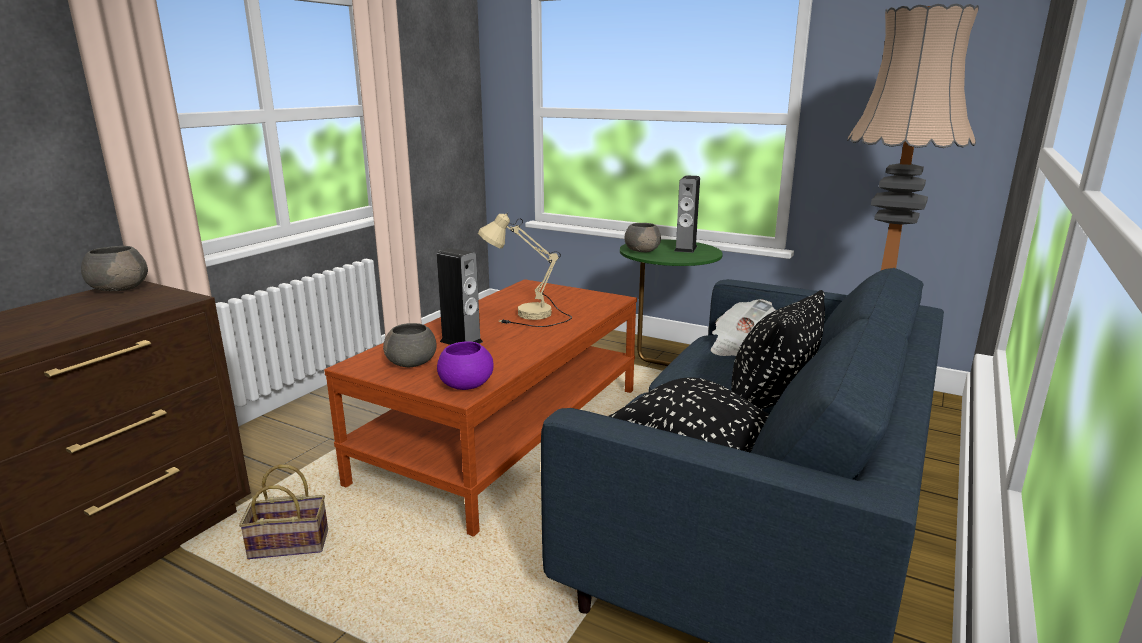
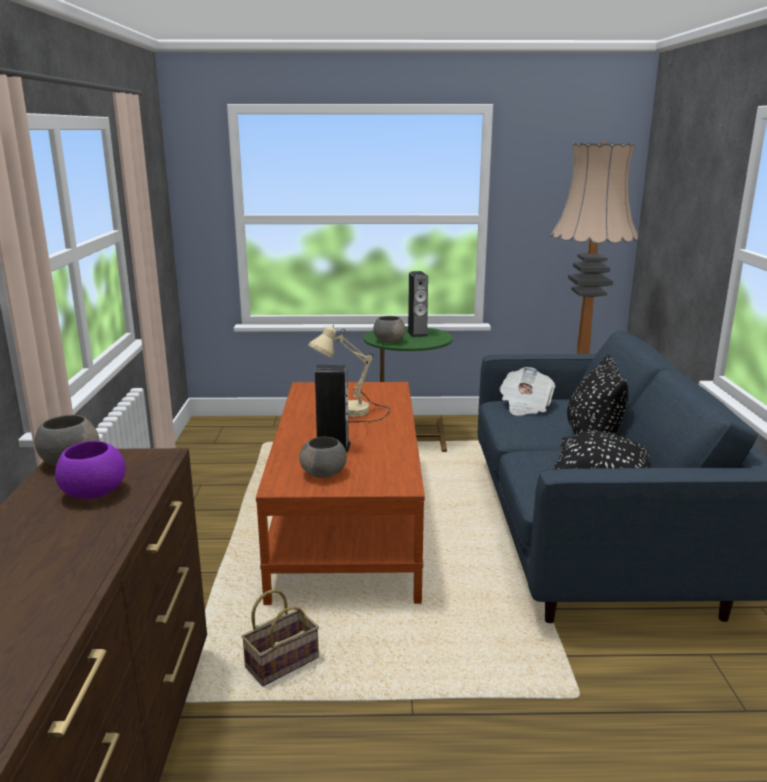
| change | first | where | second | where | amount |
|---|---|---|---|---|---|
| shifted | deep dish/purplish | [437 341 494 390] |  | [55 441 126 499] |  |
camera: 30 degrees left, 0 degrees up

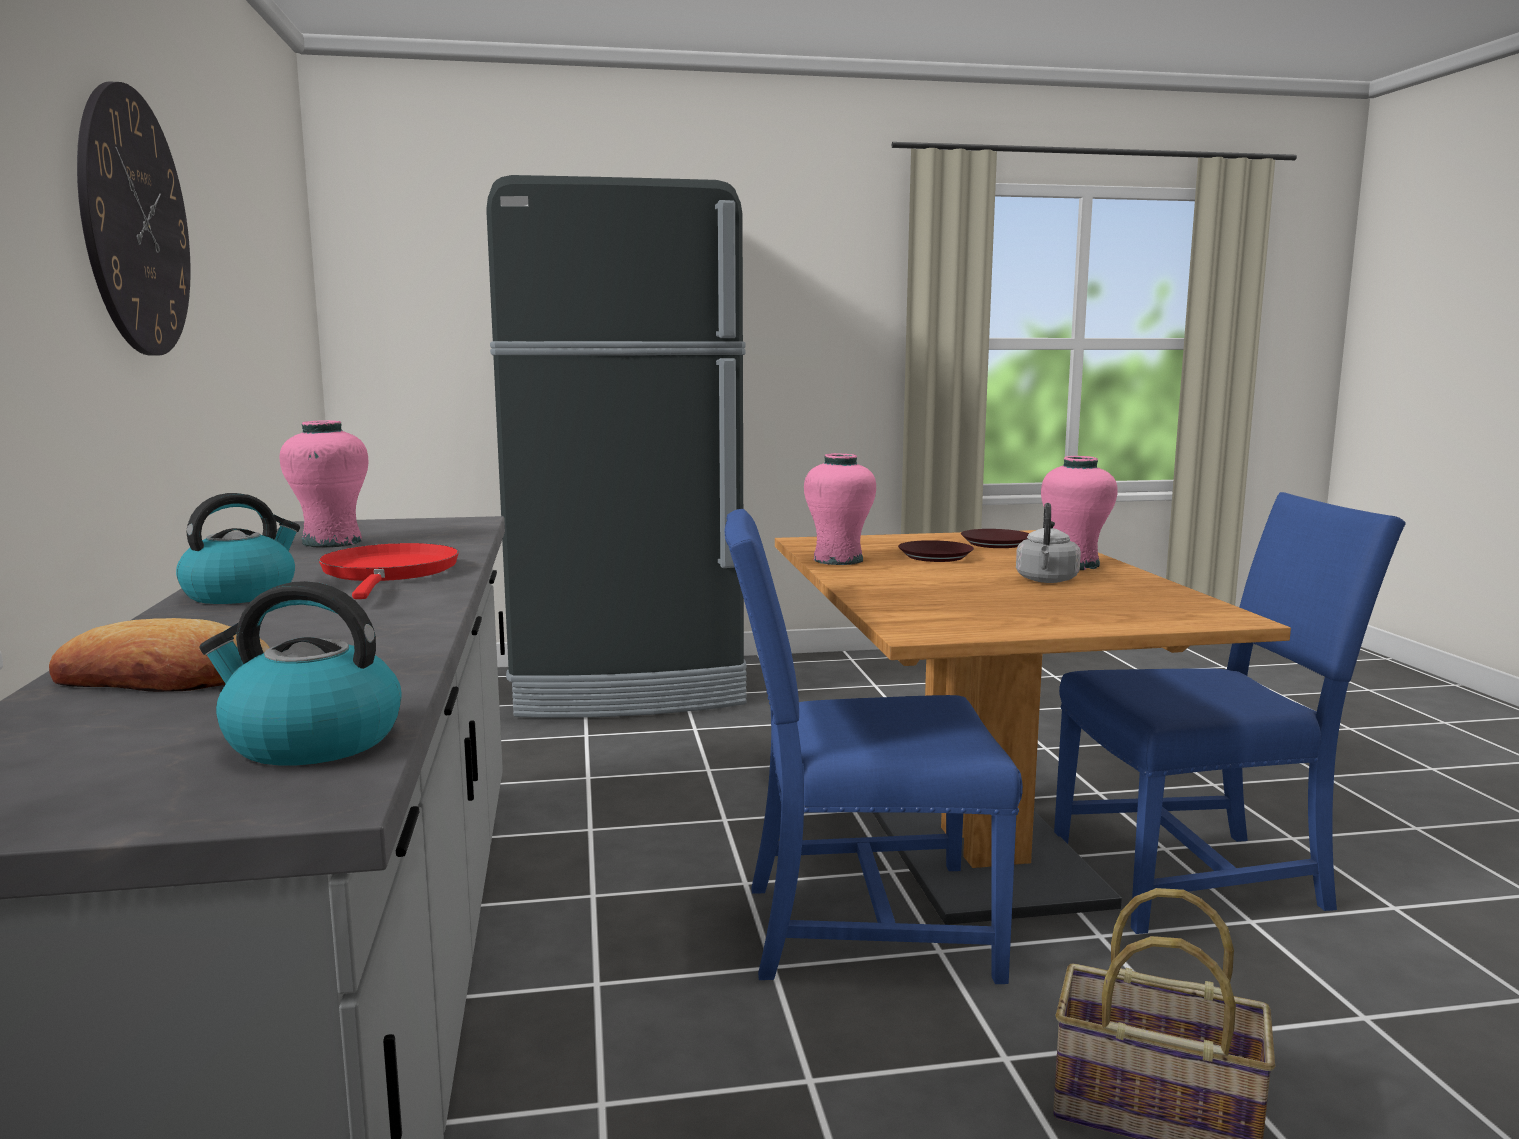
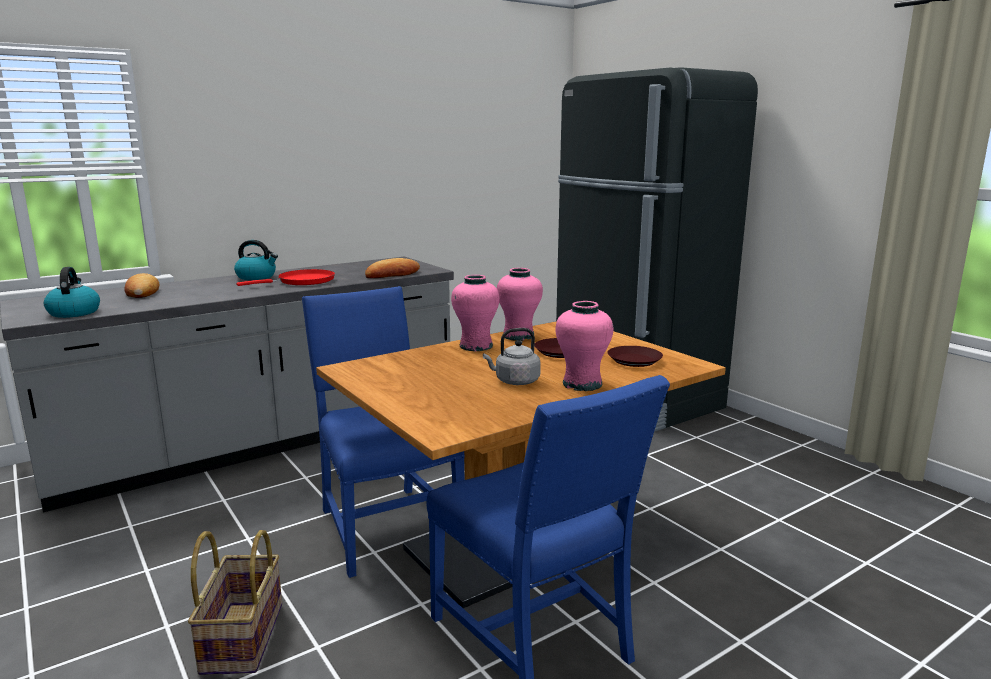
| change | first | where | second | where | amount |
|---|---|---|---|---|---|
| gone | wall clock | [77 81 190 356] |  |  |  |
| new |  |  | bread | [365 258 420 278] |  |
| shifted | vase/pink | [279 420 368 548] |  | [451 275 499 351] |  |
camera: 65 degrees right, 5 degrees up

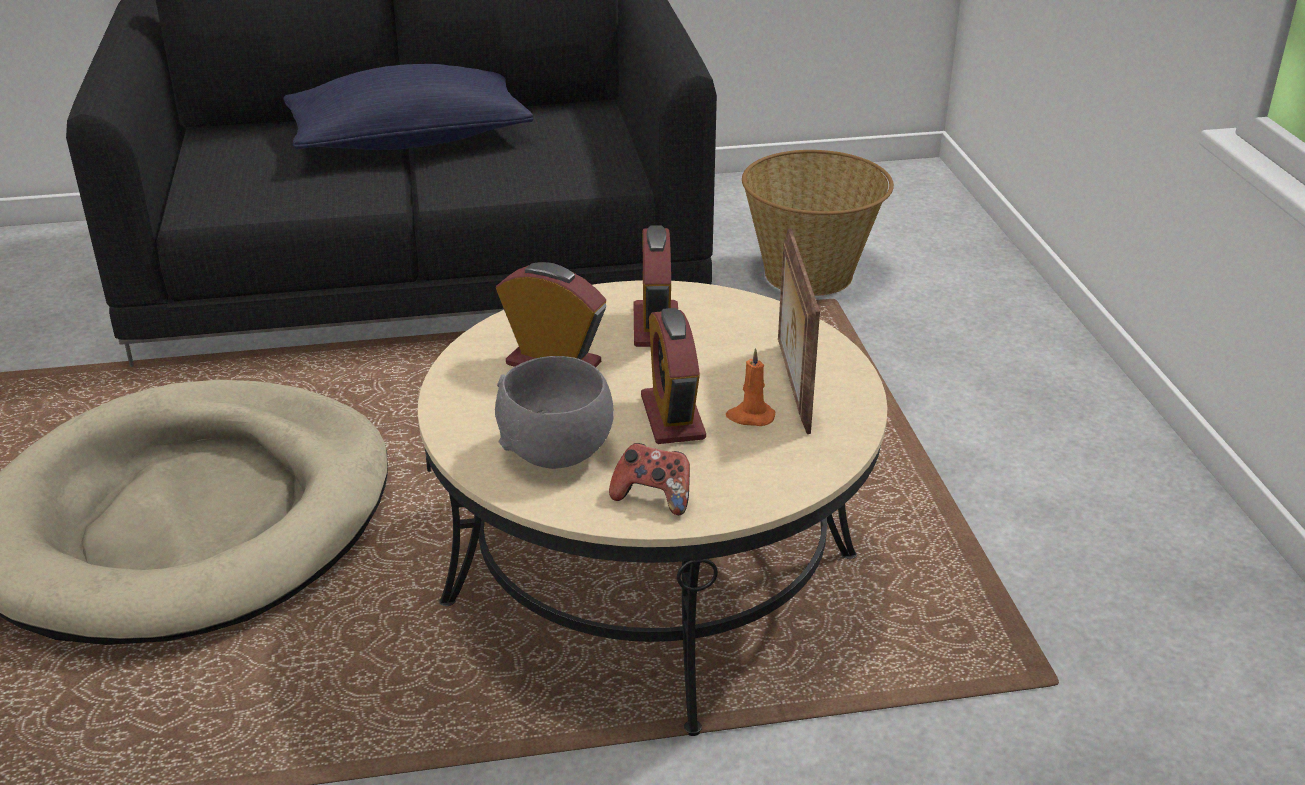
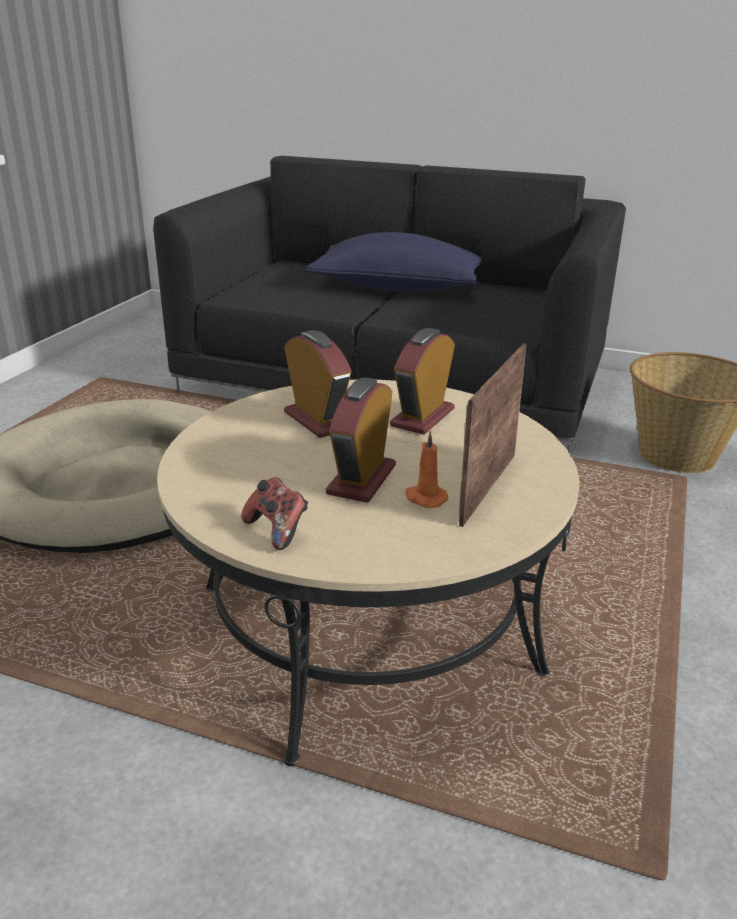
| change | first | where | second | where | amount |
|---|---|---|---|---|---|
| gone | deep dish/grey | [495 356 614 469] |  |  |  |
camera: 30 degrees right, 5 degrees down

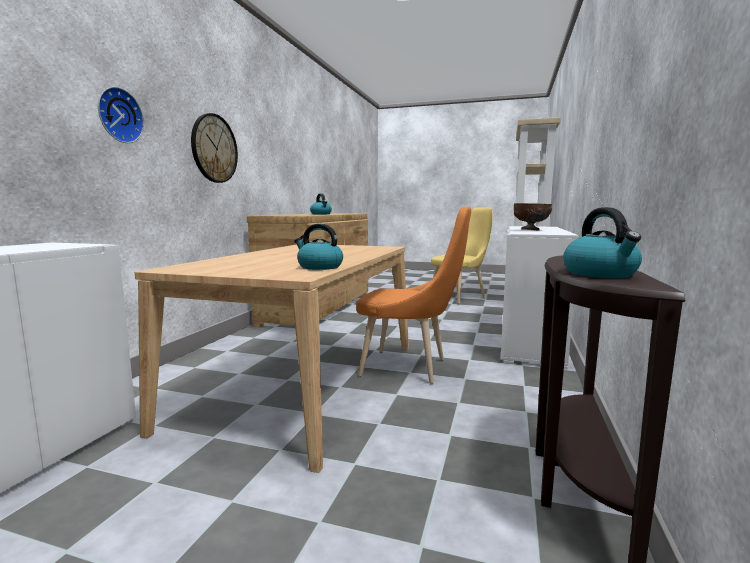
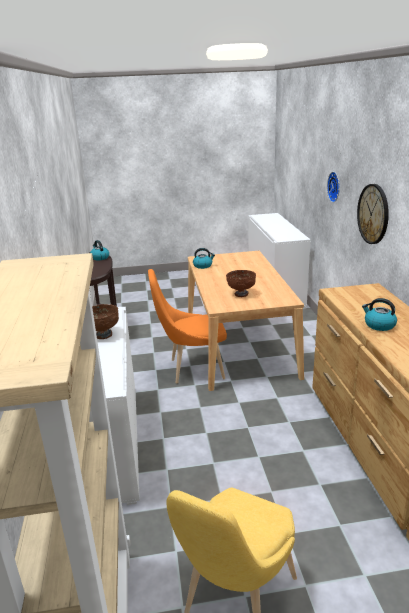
| change | first | where | second | where | amount |
|---|---|---|---|---|---|
| new |  |  | deep dish/brown-coloured | [226 270 256 297] |  |
camera: 155 degrees right, 15 degrees up

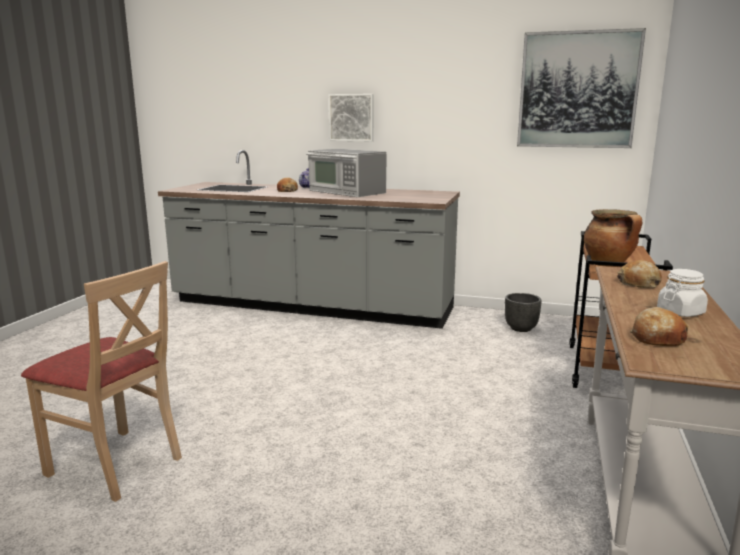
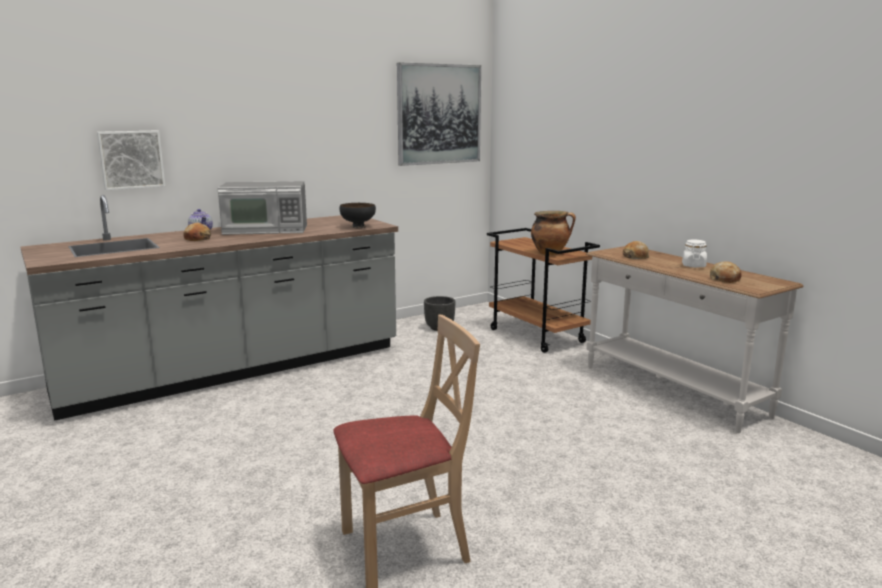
| change | first | where | second | where | amount |
|---|---|---|---|---|---|
| new |  |  | deep dish/black | [340 203 376 228] |  |
| shifted | wall art | [329 94 374 141] |  | [97 130 165 190] |  |
camera: 50 degrees left, 0 degrees up

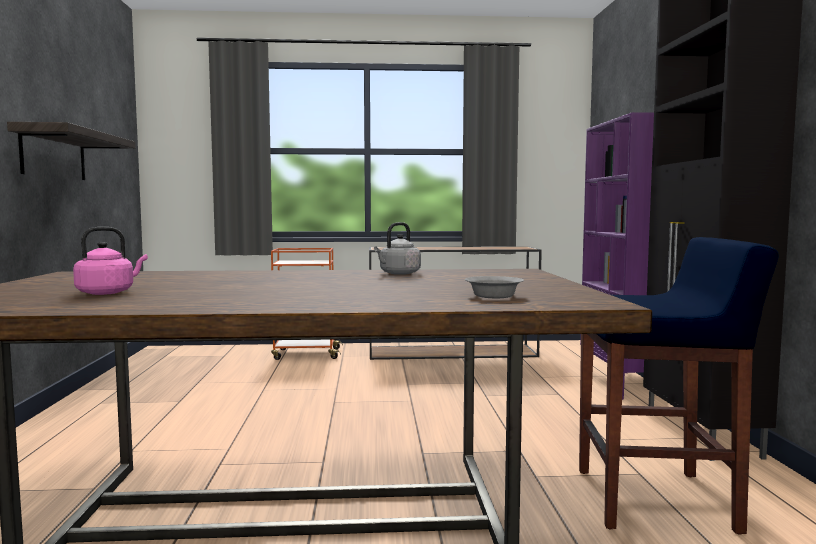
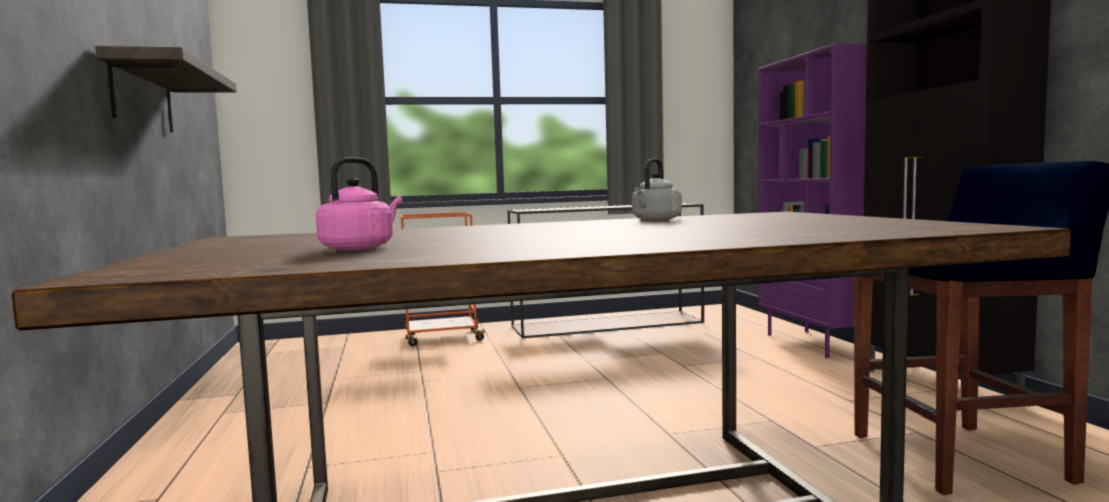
| change | first | where | second | where | amount |
|---|---|---|---|---|---|
| gone | deep dish/grey | [465 276 524 298] |  |  |  |
camera: 10 degrees left, 0 degrees up

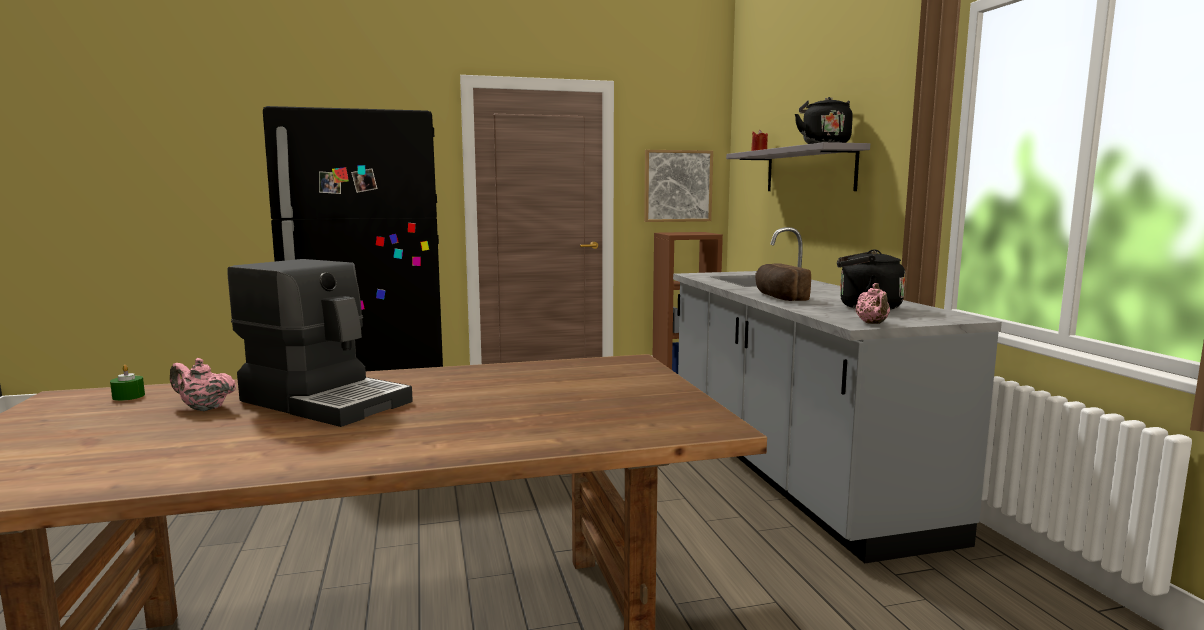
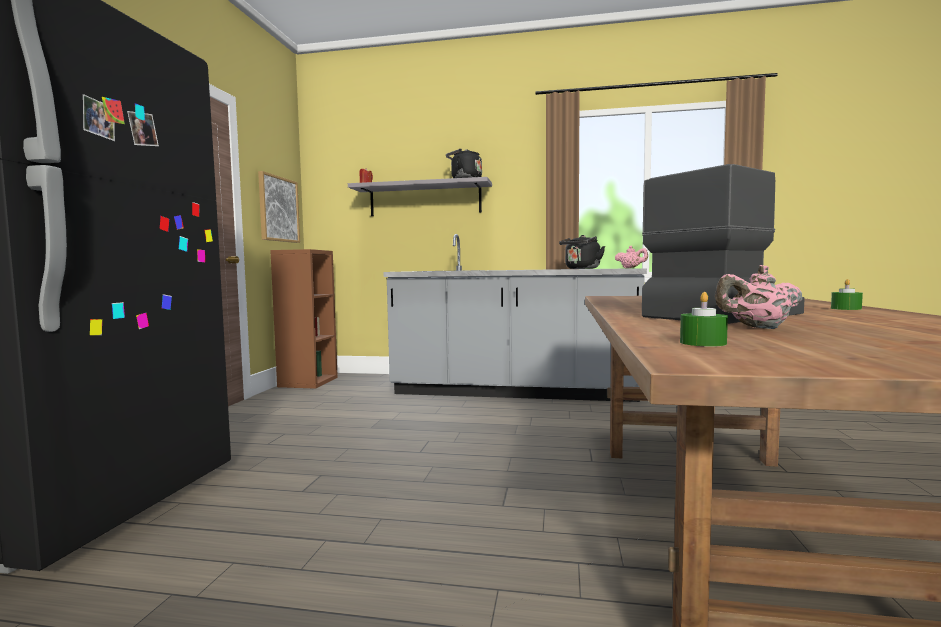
| change | first | where | second | where | amount |
|---|---|---|---|---|---|
| gone | bread | [755 263 811 301] |  |  |  |
| new |  |  | wax light/green | [831 279 863 310] |  |
| rotated | teapot/pink | [170 358 236 411] |  | [715 265 802 329] | 45 degrees clockwise |
camera: 65 degrees left, 5 degrees down

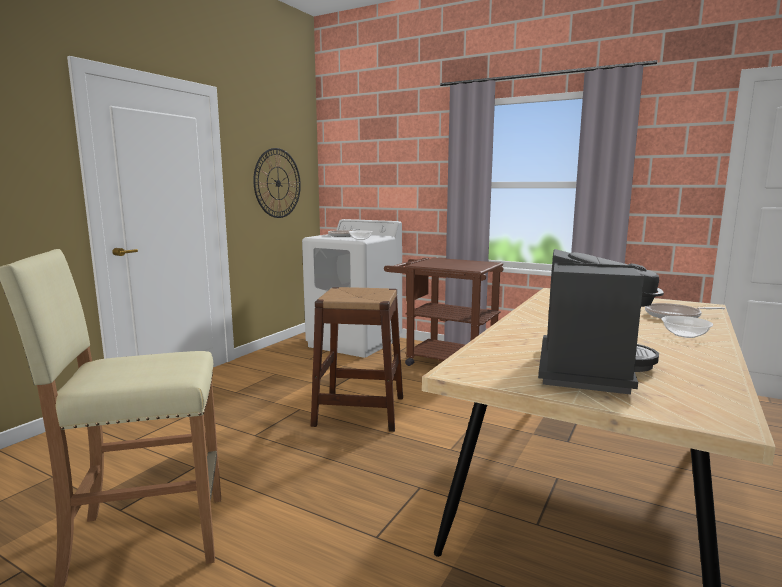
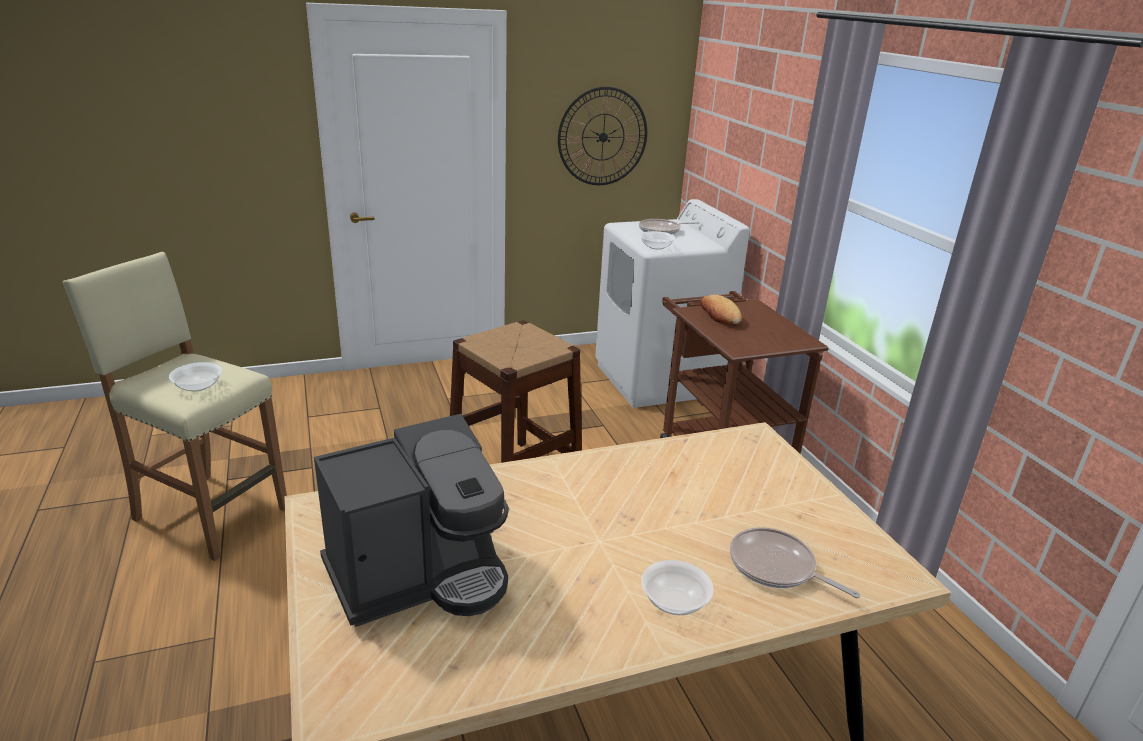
| change | first | where | second | where | amount |
|---|---|---|---|---|---|
| new |  |  | deep dish | [169 362 222 391] |  |
| new |  |  | bread | [700 295 742 326] |  |
camera: 40 degrees right, 15 degrees up

